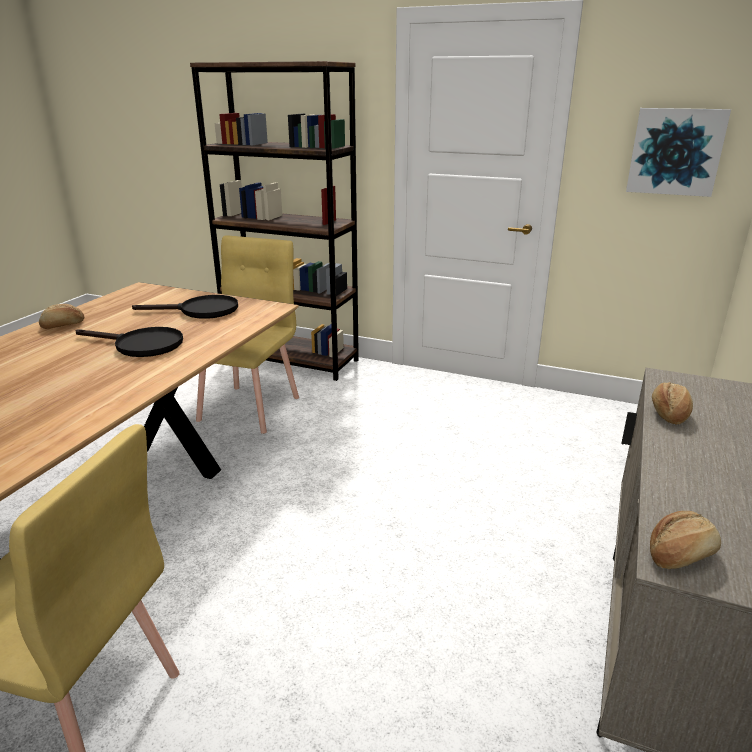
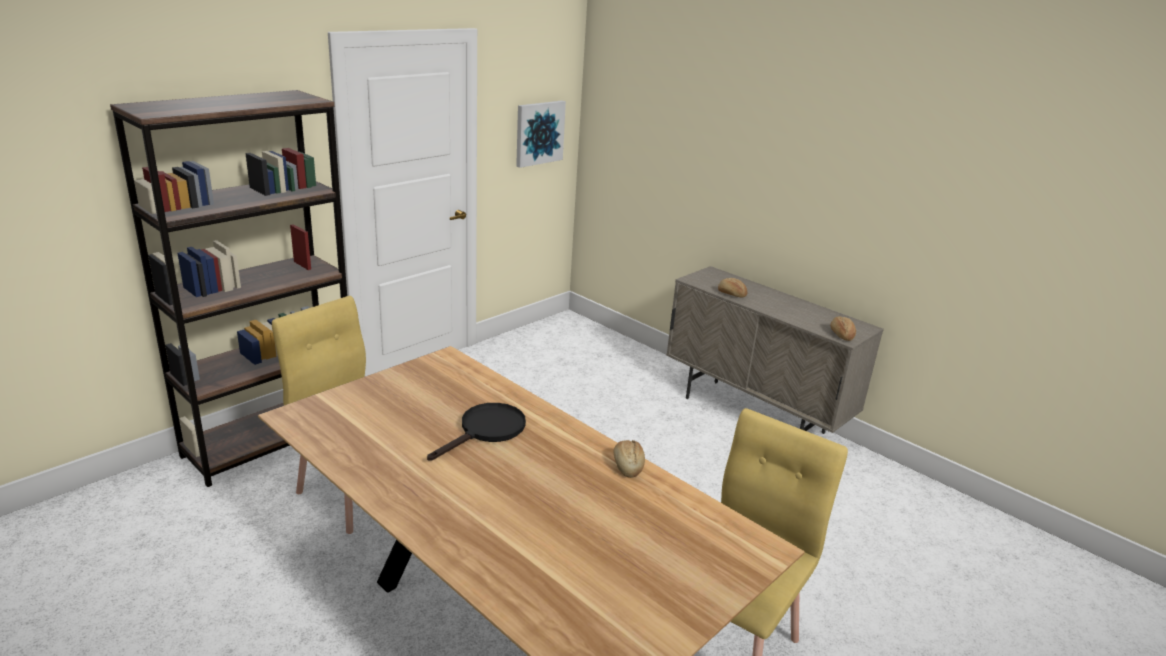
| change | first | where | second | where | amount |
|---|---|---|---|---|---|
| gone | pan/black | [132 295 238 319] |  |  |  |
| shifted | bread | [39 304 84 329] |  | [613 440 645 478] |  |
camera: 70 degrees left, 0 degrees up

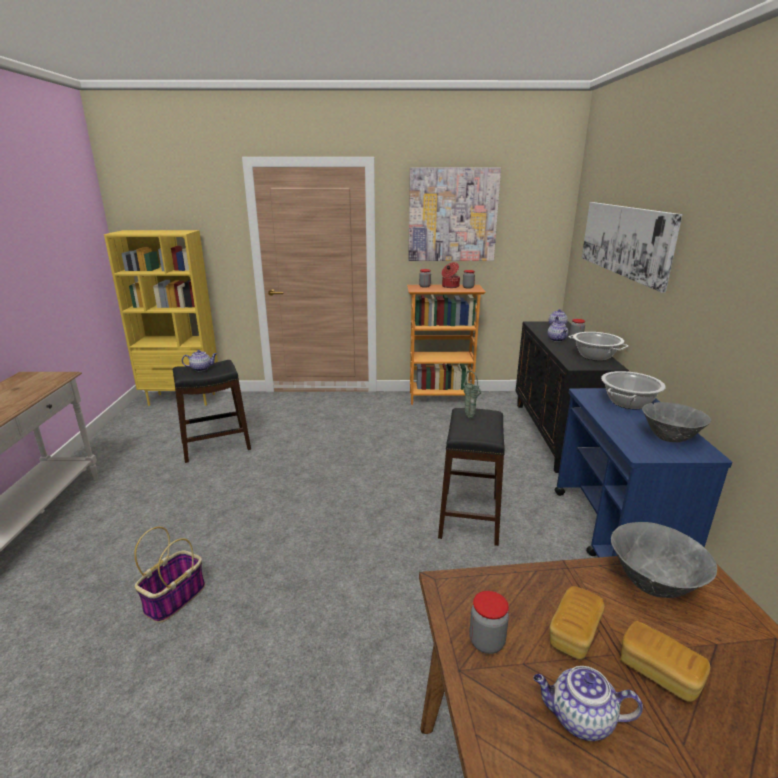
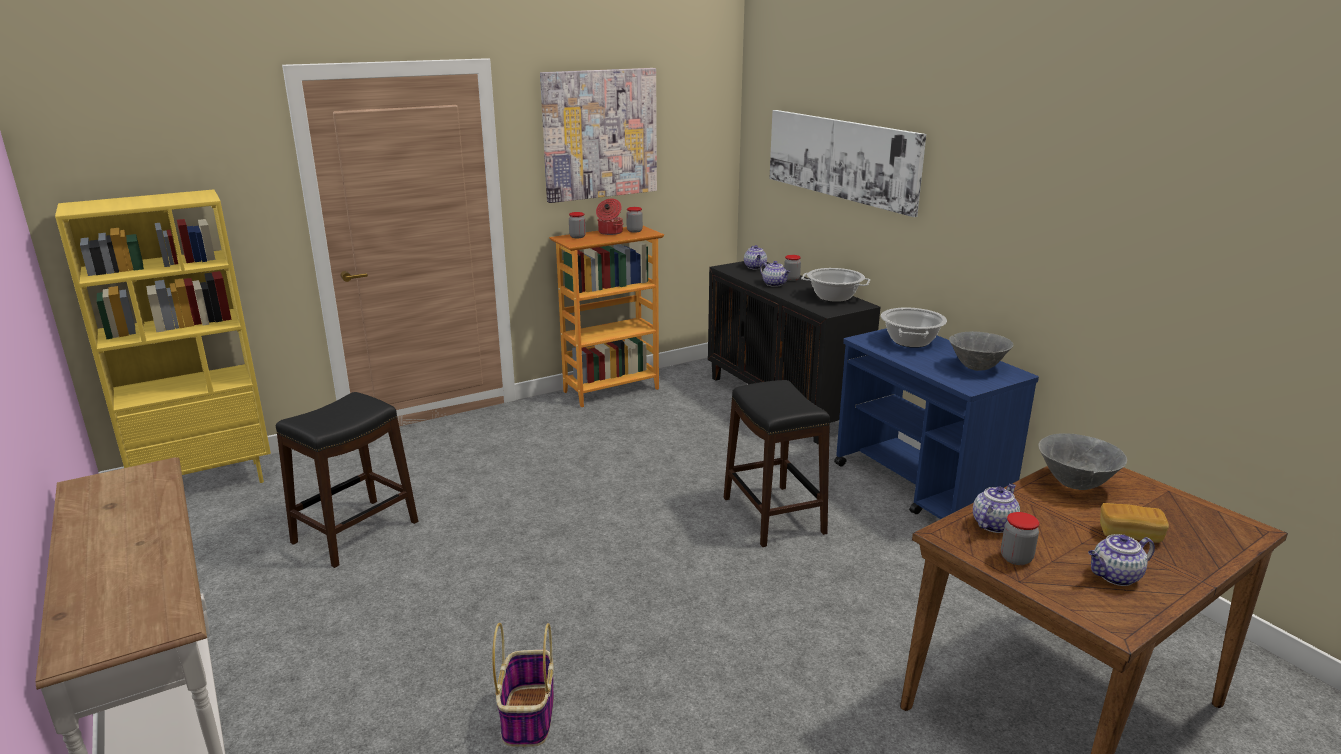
| change | first | where | second | where | amount |
|---|---|---|---|---|---|
| gone | vase/green | [463 371 481 419] |  |  |  |
| gone | bread | [549 586 604 660] |  |  |  |
| shifted | teapot | [182 350 217 371] |  | [973 483 1020 533] |  |
camera: 30 degrees left, 0 degrees up

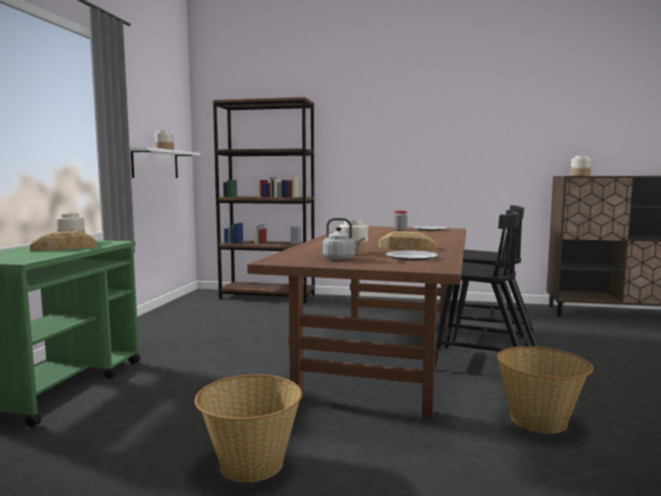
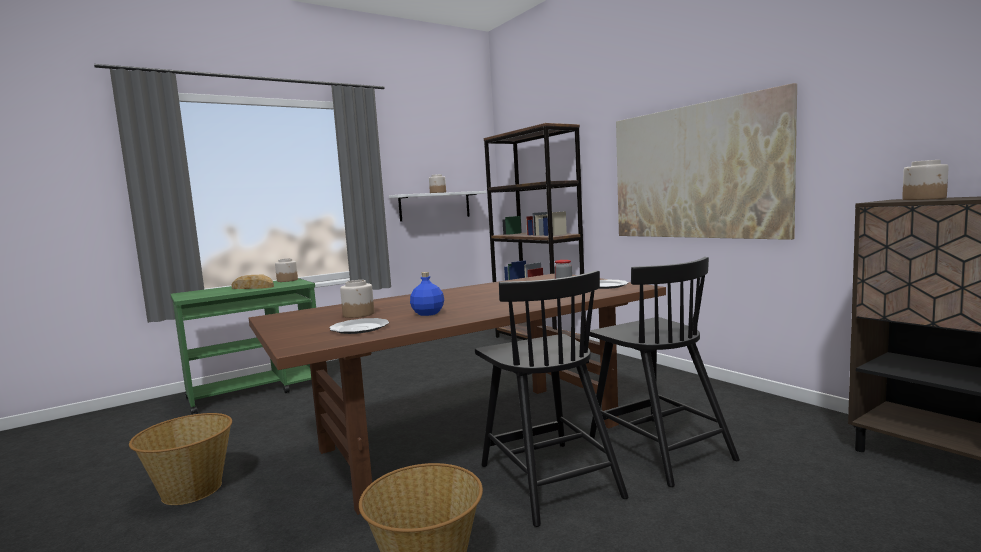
| change | first | where | second | where | amount |
|---|---|---|---|---|---|
| gone | kettle/grey | [323 218 365 260] |  |  |  |
| new |  |  | wall art | [616 83 797 240] |  |
| swapped | bread | [378 231 436 250] | bottle/bluish | [410 272 444 316] |  |
camera: 45 degrees right, 0 degrees up

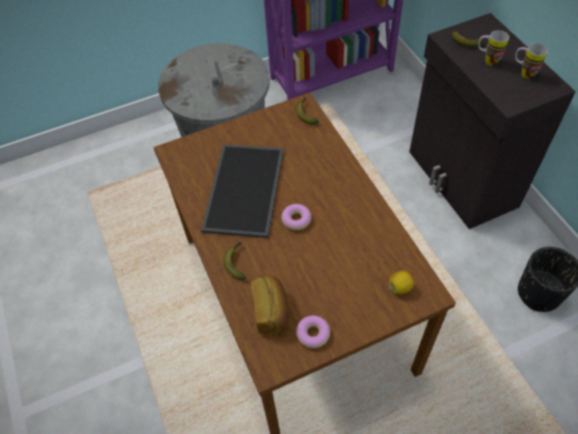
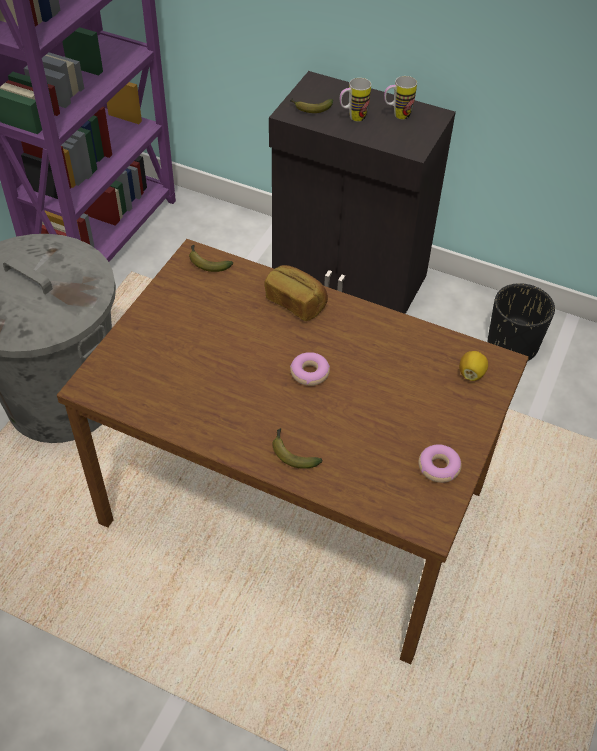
| change | first | where | second | where | amount |
|---|---|---|---|---|---|
| gone | serving tray | [201 144 284 238] |  |  |  |
| shifted | bread | [250 276 289 335] |  | [264 265 328 321] |  |
camera: 45 degrees left, 5 degrees down

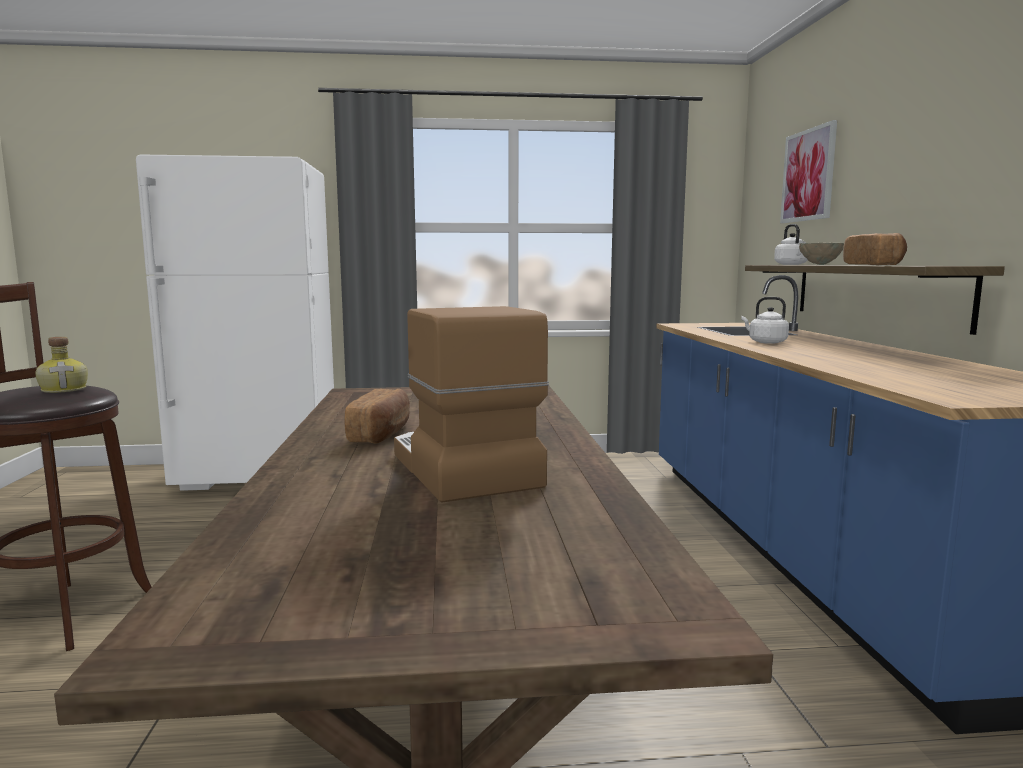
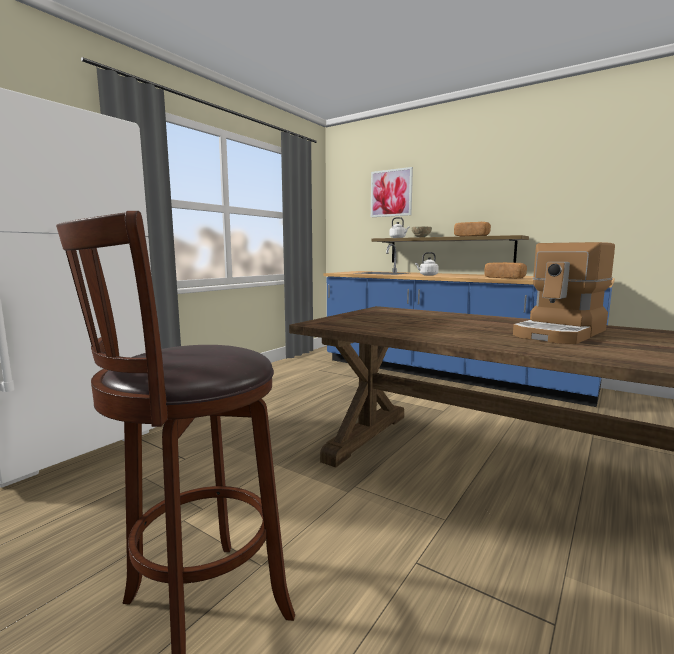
| change | first | where | second | where | amount |
|---|---|---|---|---|---|
| gone | bottle | [35 337 88 393] |  |  |  |
| shifted | bread | [345 389 410 444] |  | [484 262 527 279] |  |
| rotated | coffee machine | [394 306 549 503] |  | [513 242 615 344] | 60 degrees counterclockwise |
camera: 50 degrees left, 0 degrees up

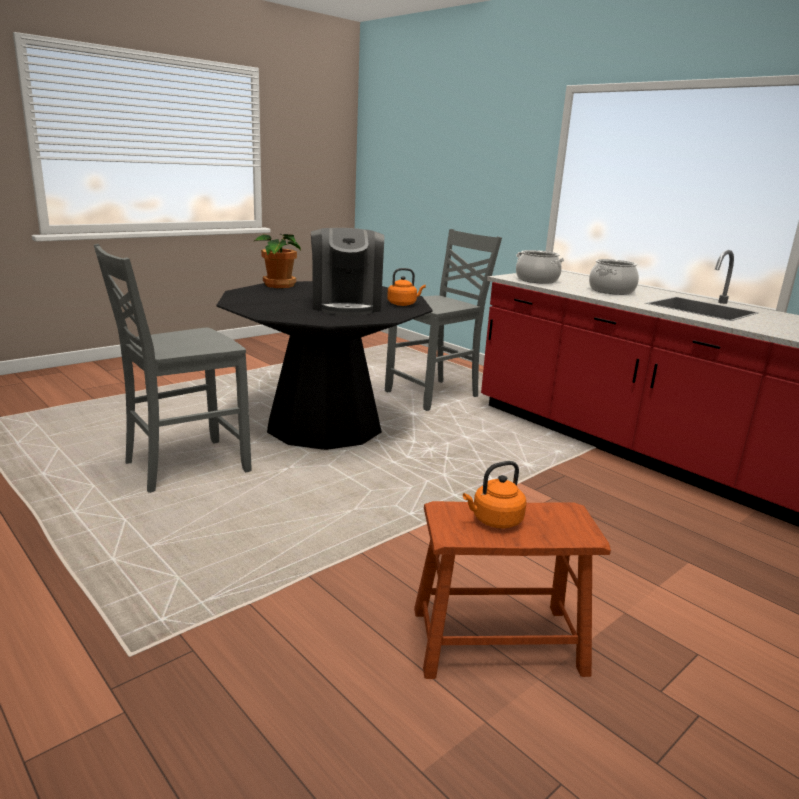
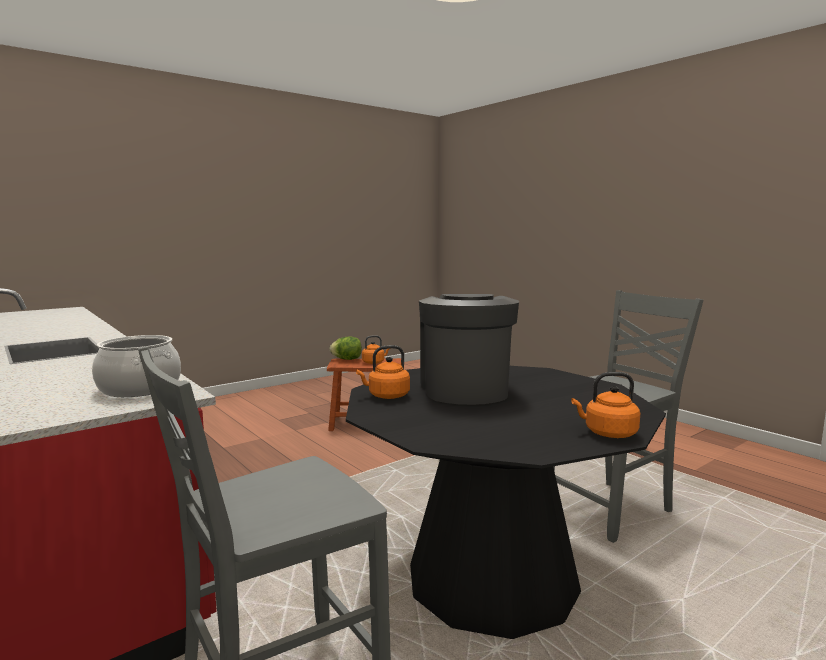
| change | first | where | second | where | amount |
|---|---|---|---|---|---|
| gone | saucepot | [589 259 639 295] |  |  |  |
| new |  |  | lettuce head | [329 337 362 360] |  |
| swapped | houseplant | [253 234 301 288] | kettle/orangey | [571 372 640 438] |  |
camera: 175 degrees left, 10 degrees down

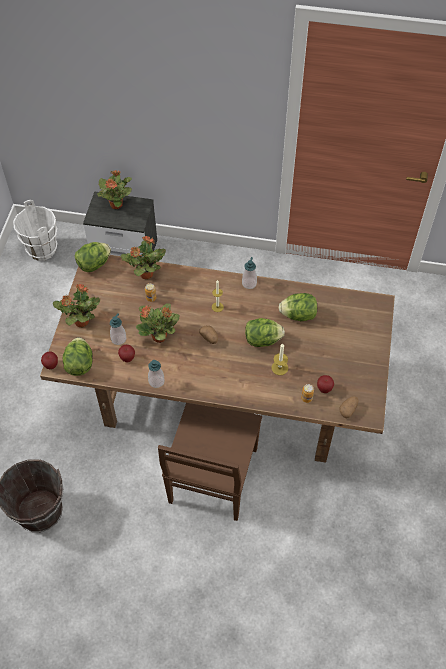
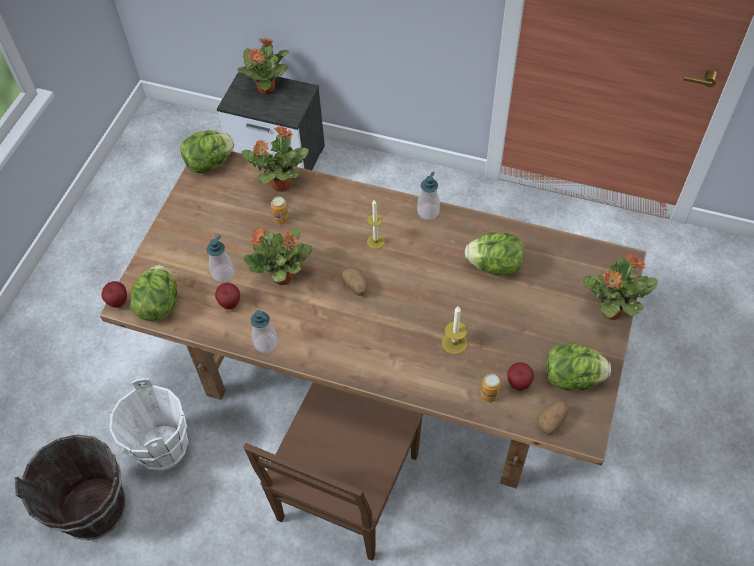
| change | first | where | second | where | amount |
|---|---|---|---|---|---|
| shifted | water bucket/white-coloured | [13 200 57 261] |  | [109 378 188 471] |  |
| shifted | houseplant | [53 284 100 328] |  | [583 253 658 320] |  |
| shifted | lettuce head | [245 318 285 347] |  | [546 343 611 391] |  |
camera: 10 degrees right, 0 degrees up

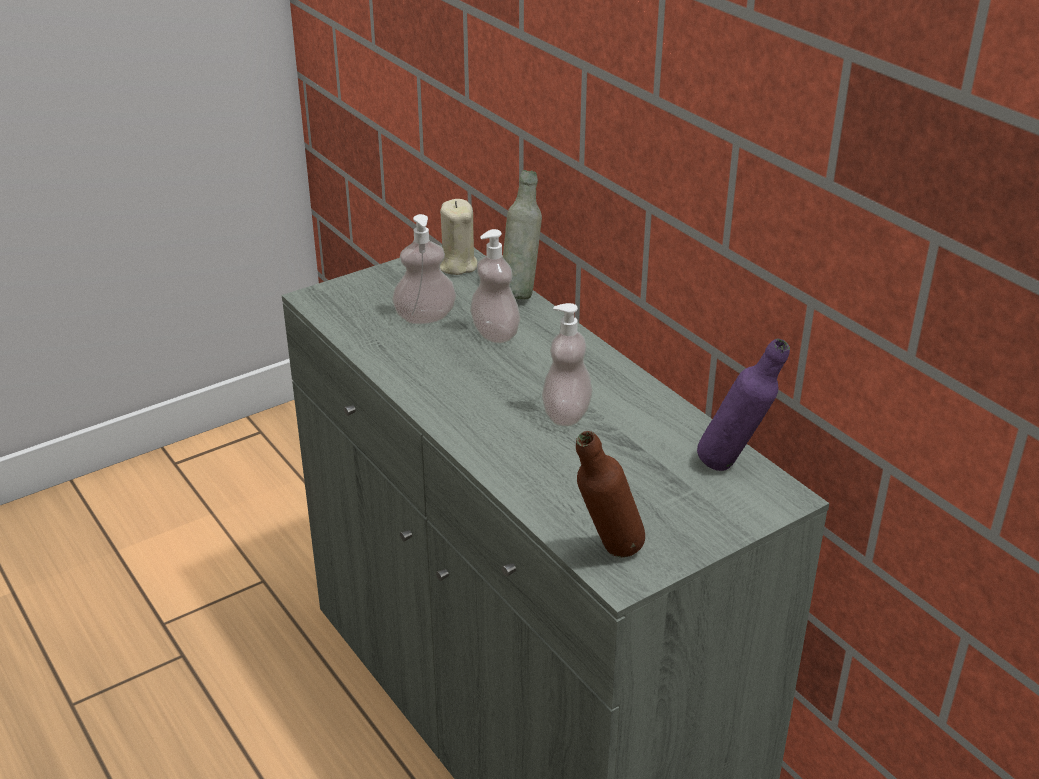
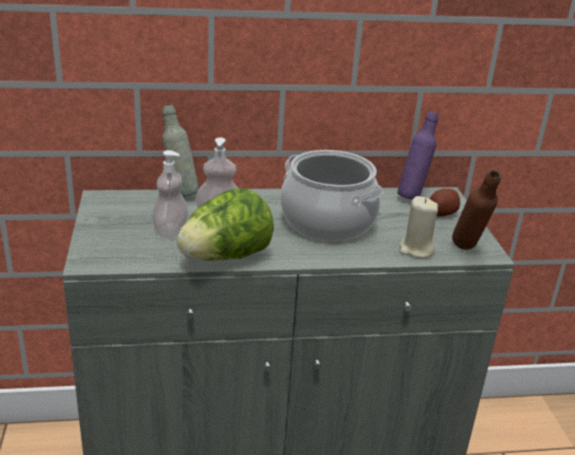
| change | first | where | second | where | amount |
|---|---|---|---|---|---|
| new |  |  | lettuce head | [177 188 274 260] |  |
| new |  |  | whole potato | [430 189 460 217] |  |
| shifted | wax light/beige-coloured | [440 199 478 275] |  | [399 196 438 258] |  |
| swapped | soap bottle | [542 303 592 426] | saucepot | [281 150 383 241] |  |
camera: 65 degrees left, 5 degrees down

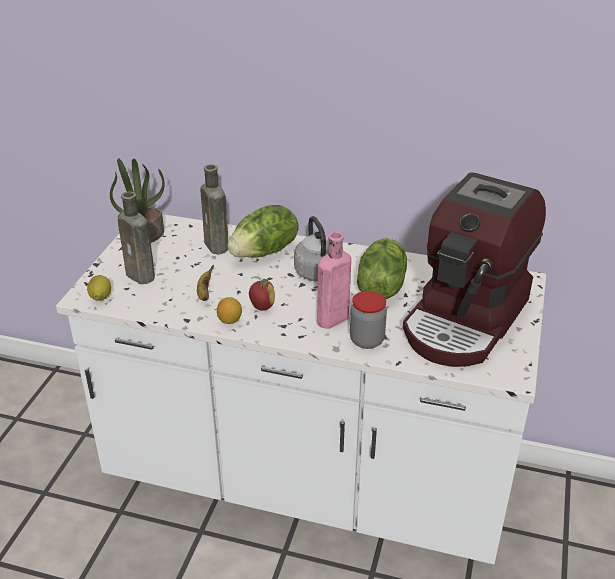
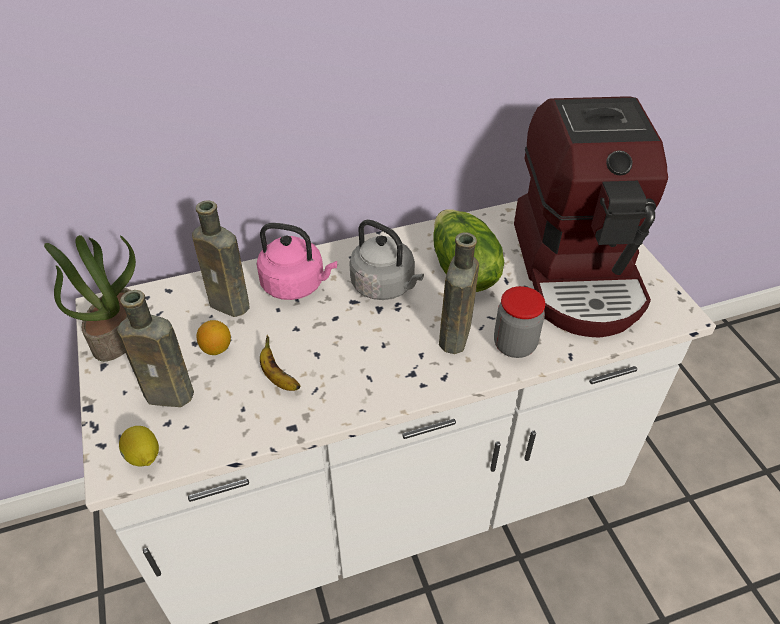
| change | first | where | second | where | amount |
|---|---|---|---|---|---|
| gone | whole apple | [249 279 275 311] |  |  |  |
| shifted | whole lemon | [217 297 242 324] |  | [196 320 231 355] |  |
| swapped | lettuce head | [228 205 299 258] | kettle/pink | [257 223 337 300] |  |
| repainted | bottle/pink | [317 232 351 329] | bottle/brown-coloured | [439 232 479 354] |  |
camera: 35 degrees left, 10 degrees up

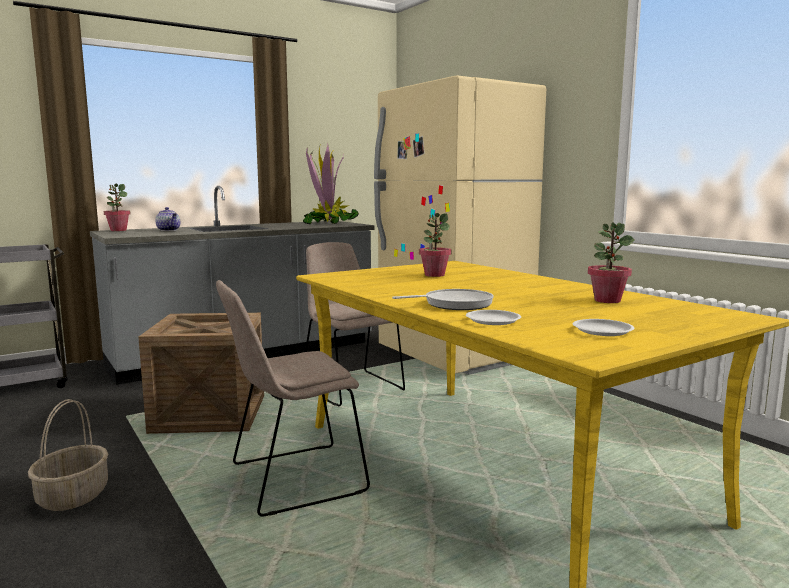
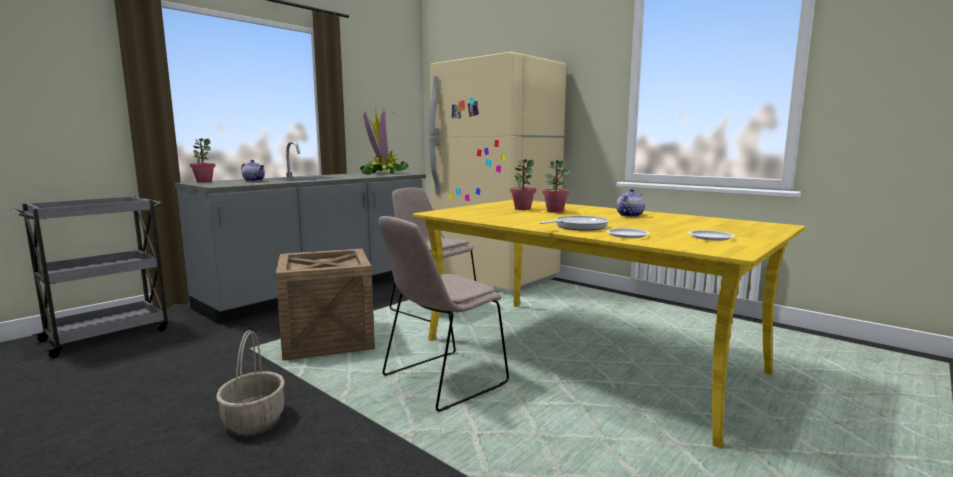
| change | first | where | second | where | amount |
|---|---|---|---|---|---|
| new |  |  | teapot | [616 189 645 217] |  |
| shifted | houseplant | [588 222 634 303] |  | [542 160 570 213] |  |
camera: 15 degrees left, 0 degrees up

